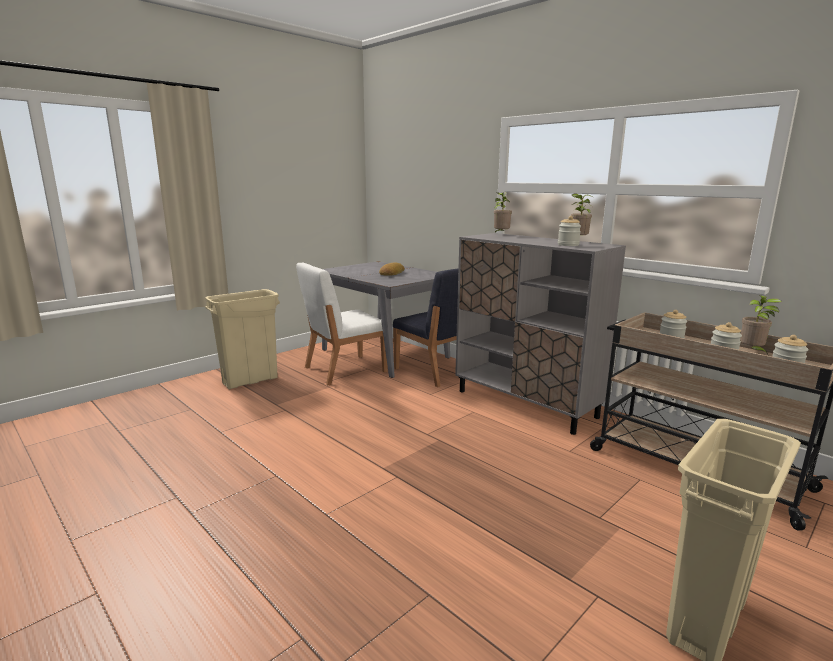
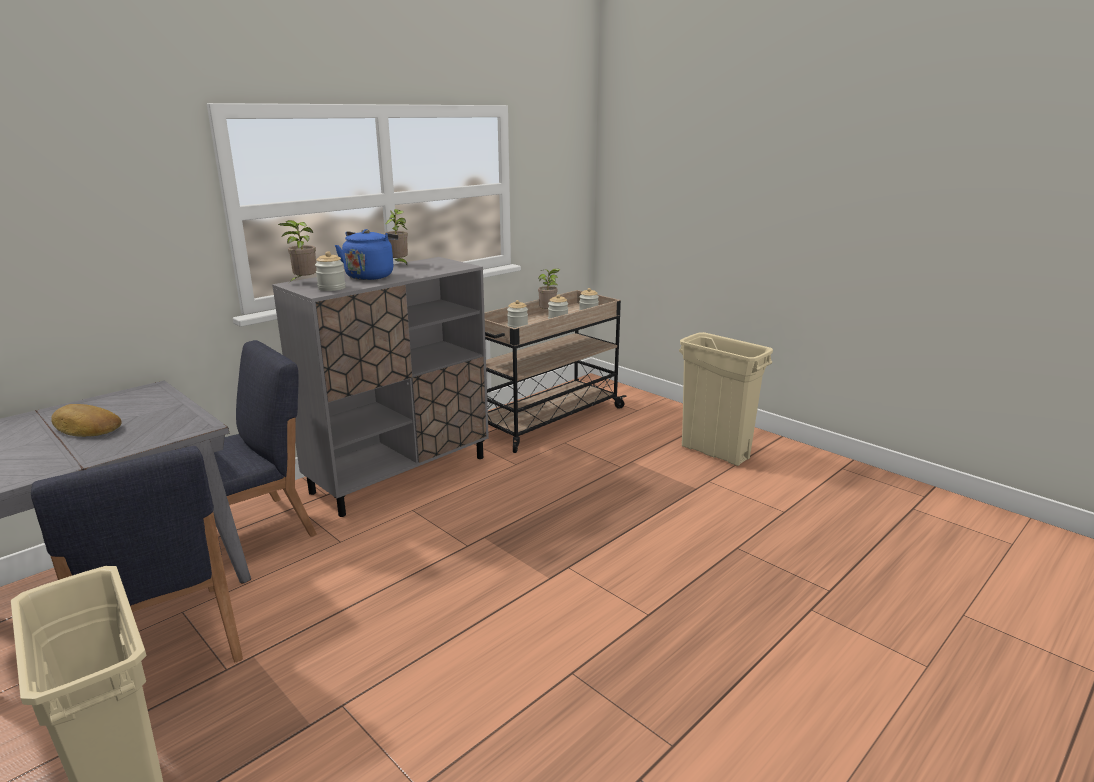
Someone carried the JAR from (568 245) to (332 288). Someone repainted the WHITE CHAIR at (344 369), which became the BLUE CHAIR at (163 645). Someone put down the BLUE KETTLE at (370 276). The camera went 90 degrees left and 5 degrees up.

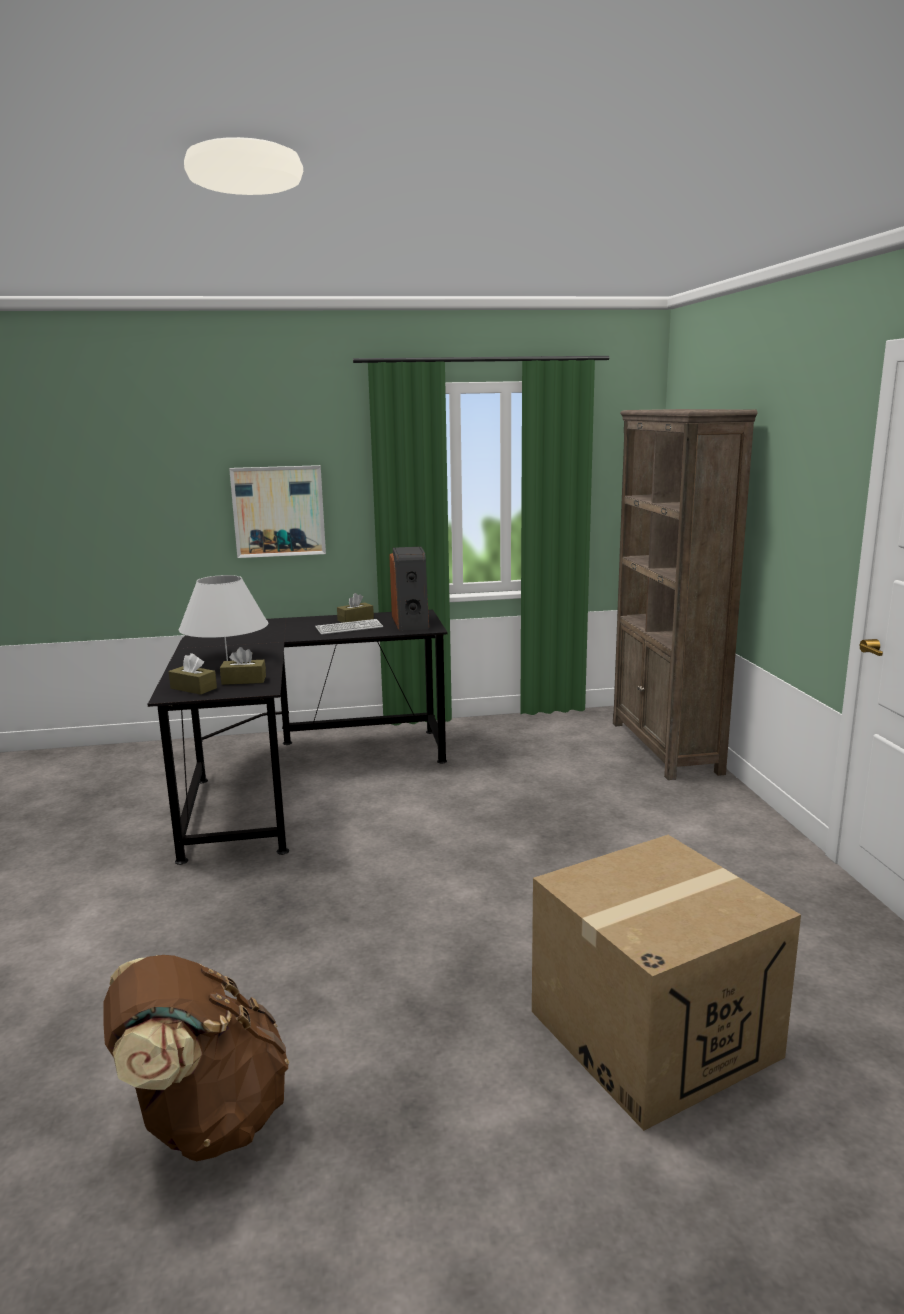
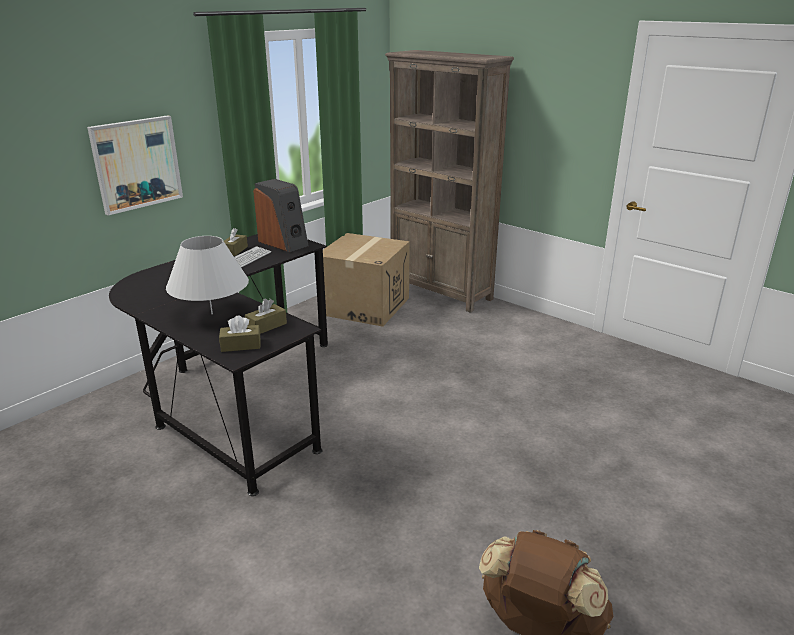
Someone carried the CARDBOARD BOX from (653 1033) to (364 306). The camera went 40 degrees left and 10 degrees up.

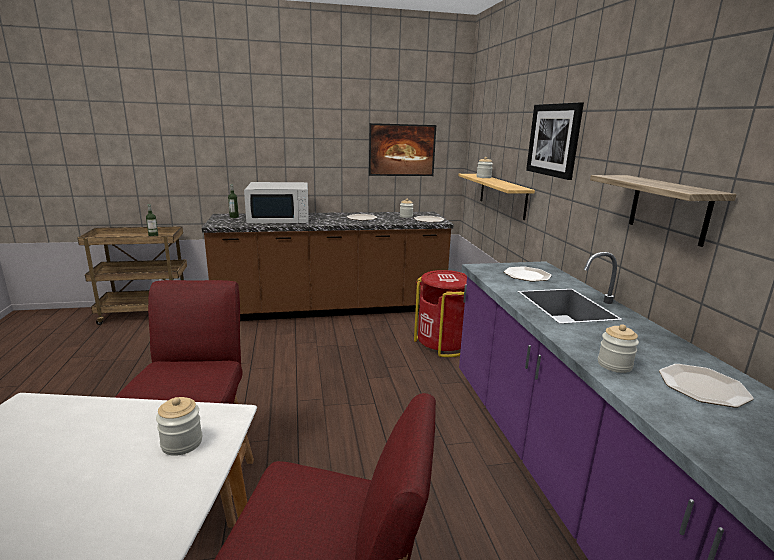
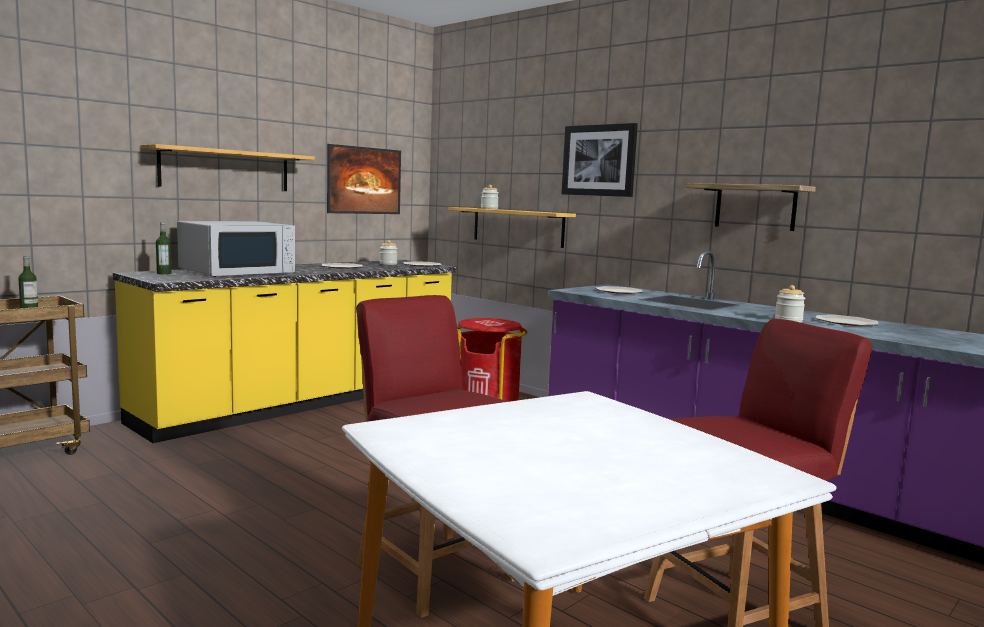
Someone repainted the BROWN COUNTER at (332 309), which became the YELLOW COUNTER at (305 402). Someone took away the JAR at (182 443). Someone put up the SHELF at (225 170). The camera went 35 degrees left and 10 degrees down.

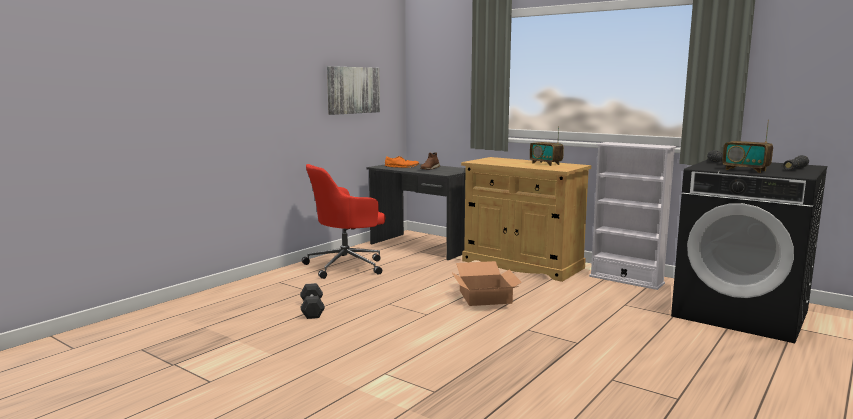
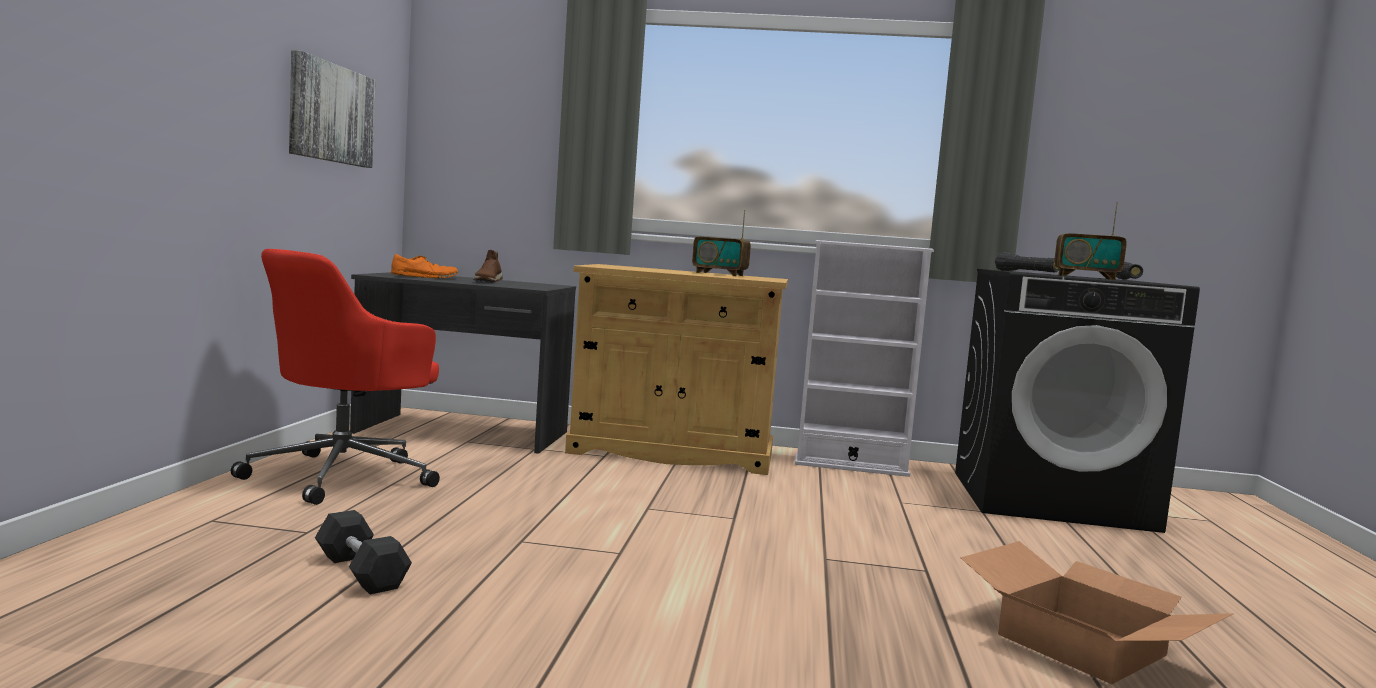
Someone carried the CARDBOARD BOX from (486 297) to (1084 645). The camera went 30 degrees left and 5 degrees down.

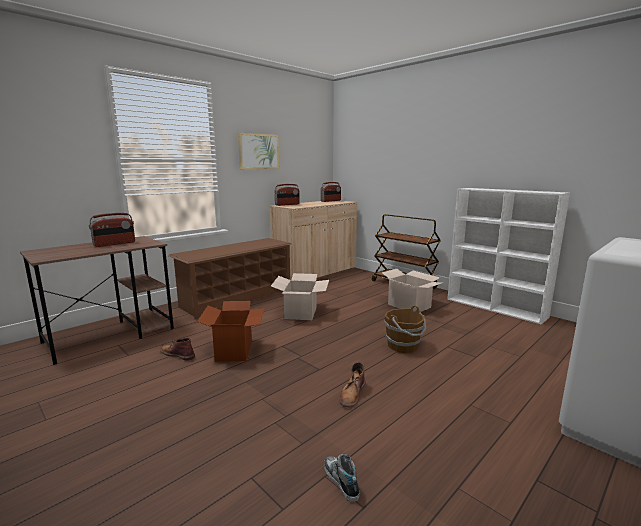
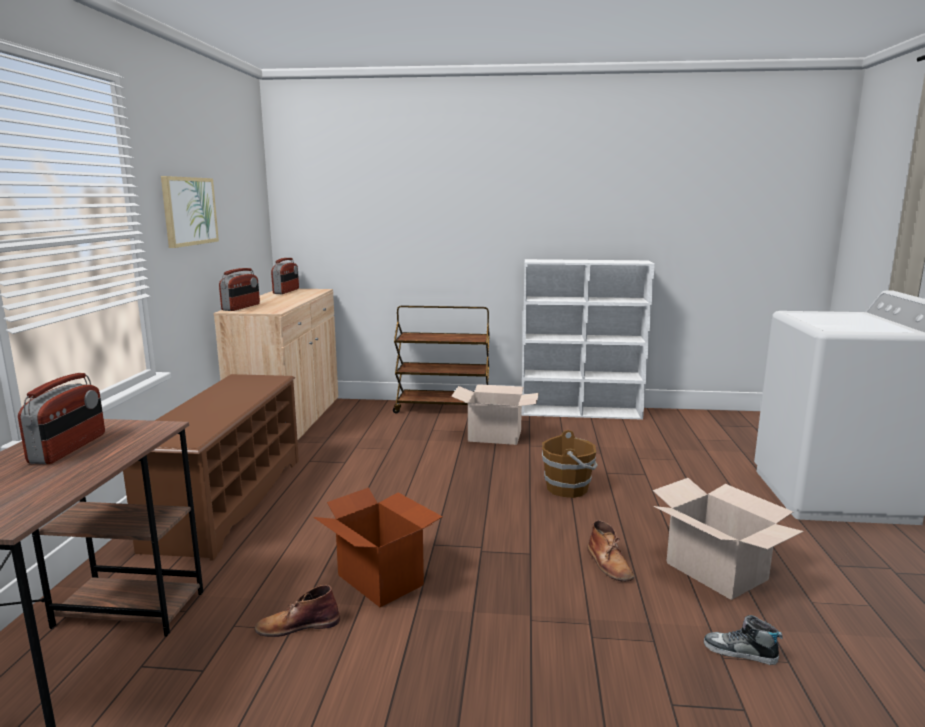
Someone carried the CARDBOARD BOX from (300 312) to (715 571). The camera went 40 degrees left and 0 degrees up.

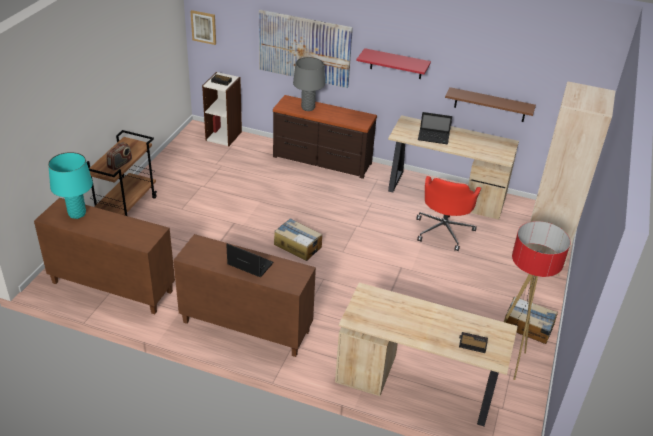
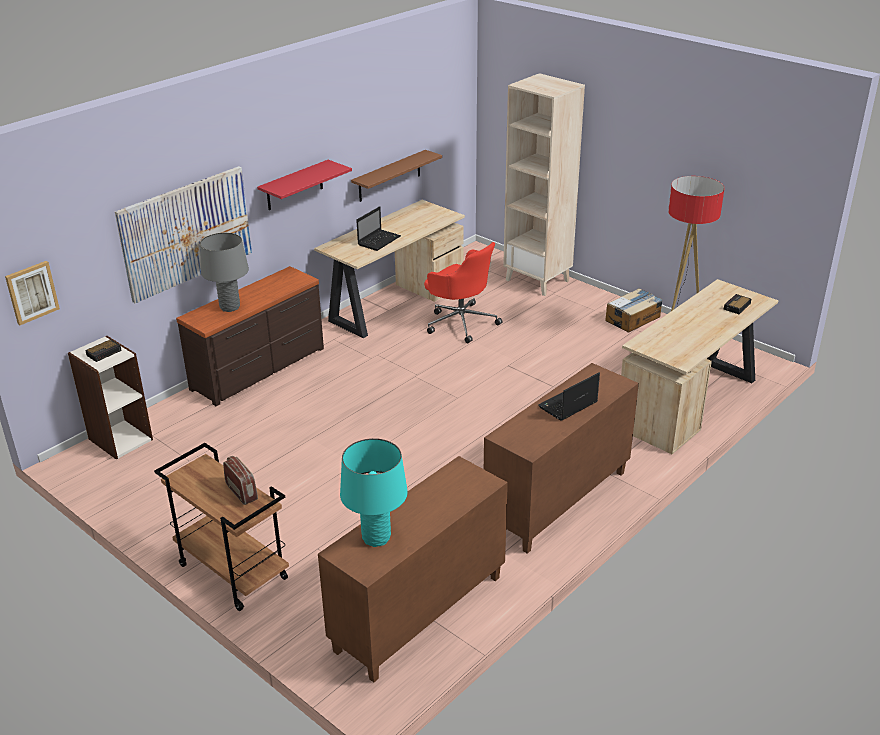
Someone took away the CARDBOARD BOX at (297 245). The camera went 65 degrees left and 5 degrees down.

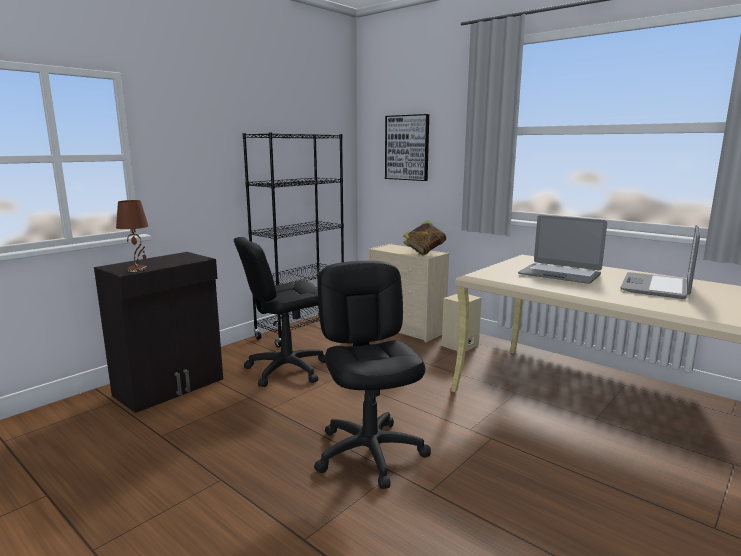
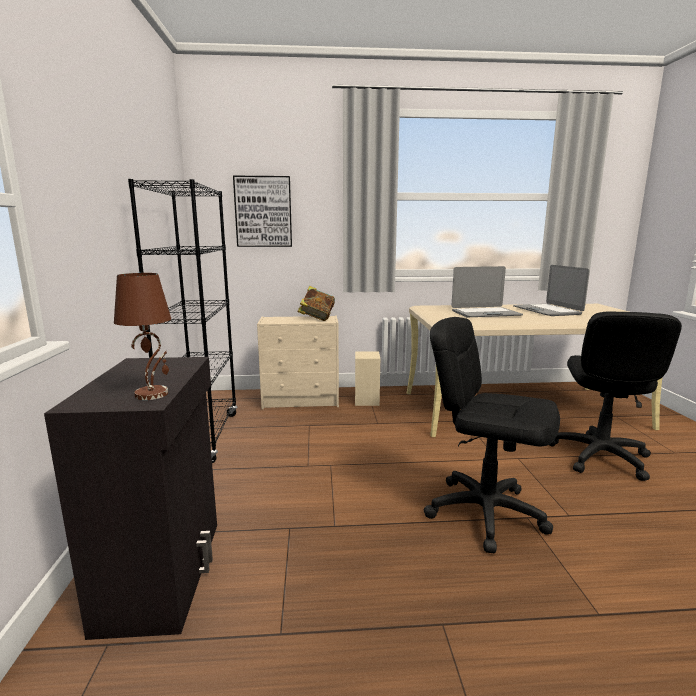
Someone carried the BLACK OFFICE CHAIR from (286 369) to (599 456). The camera went 45 degrees left and 0 degrees up.

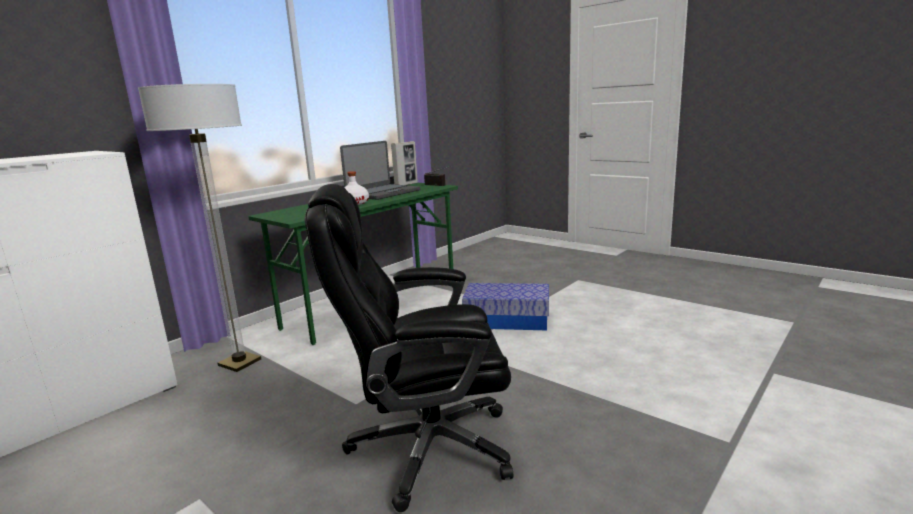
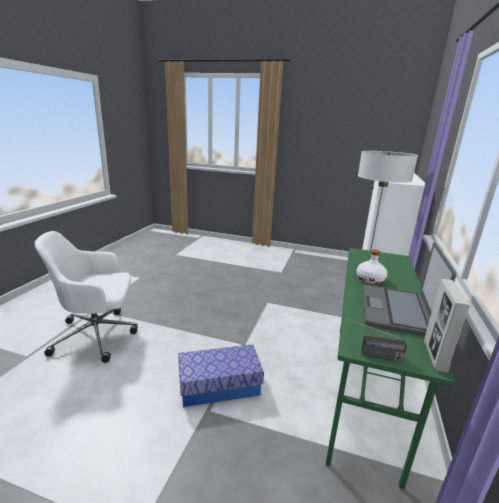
Someone took away the BLACK OFFICE CHAIR at (427 447). Someone put down the WHITE OFFICE CHAIR at (98 335). The camera went 155 degrees right and 5 degrees up.

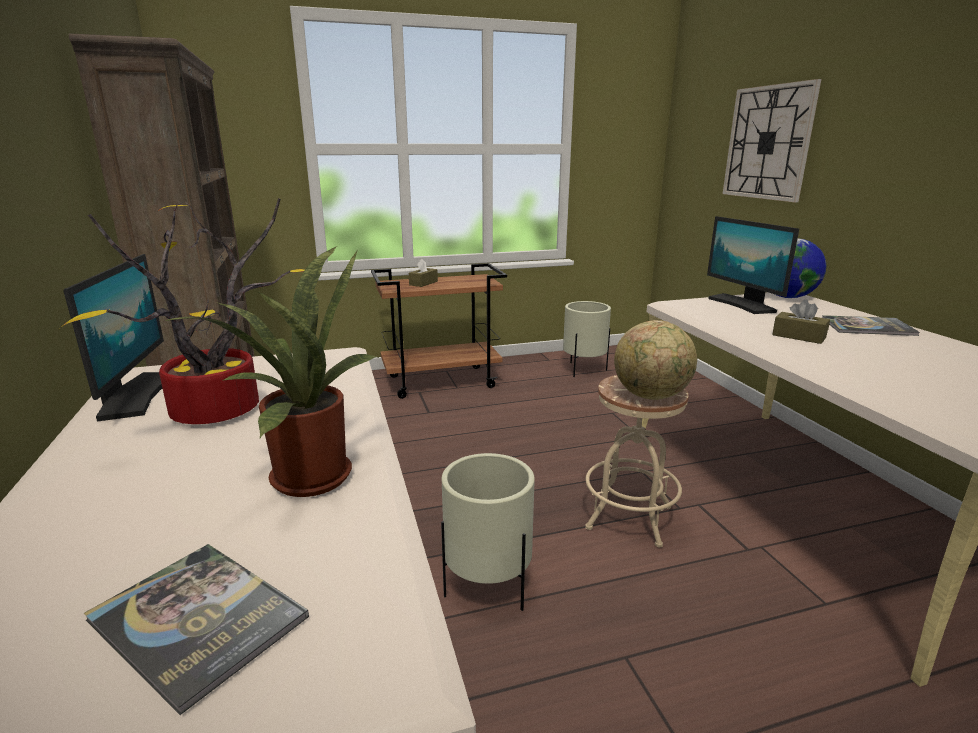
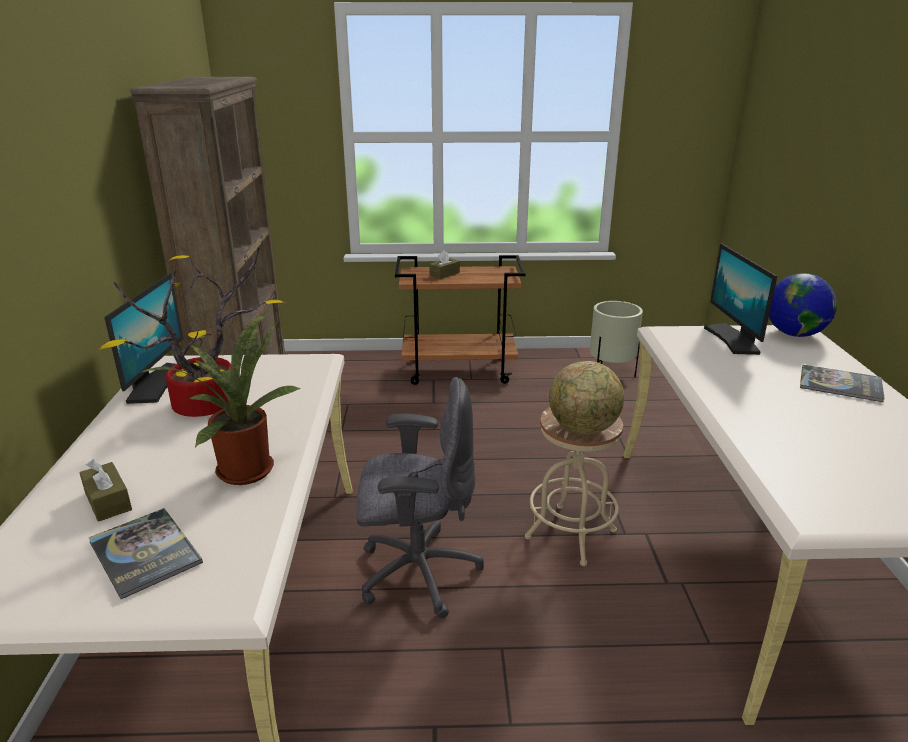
Someone took away the WALL CLOCK at (768 143). Someone carried the BROWN TISSUE BOX from (798 336) to (108 501). Someone swapped the BEIGE PLANTER at (488 587) for the GREY OFFICE CHAIR at (417 572). The camera went 15 degrees right and 5 degrees up.

